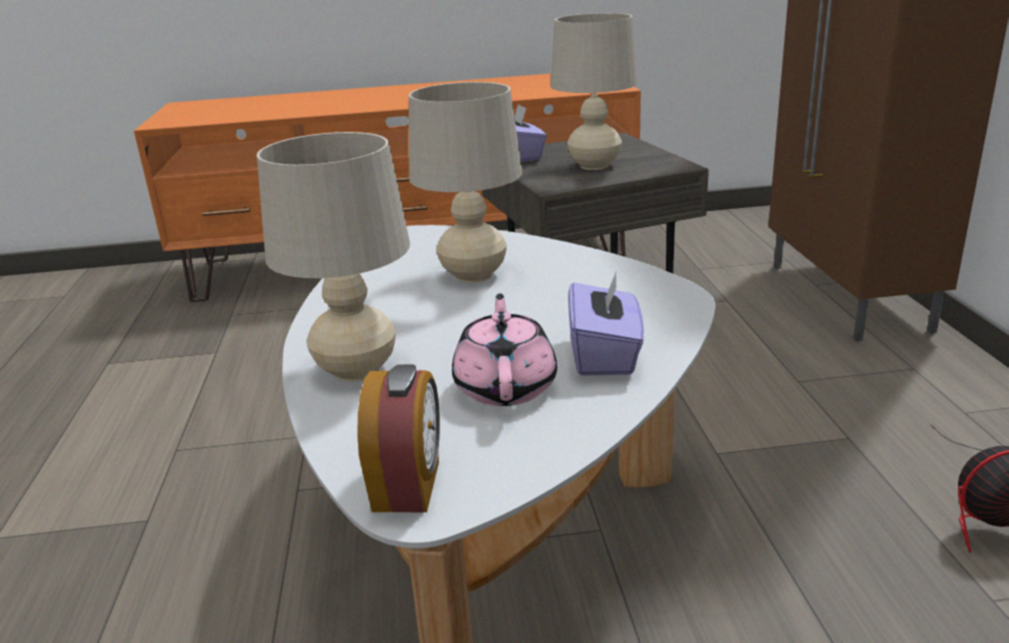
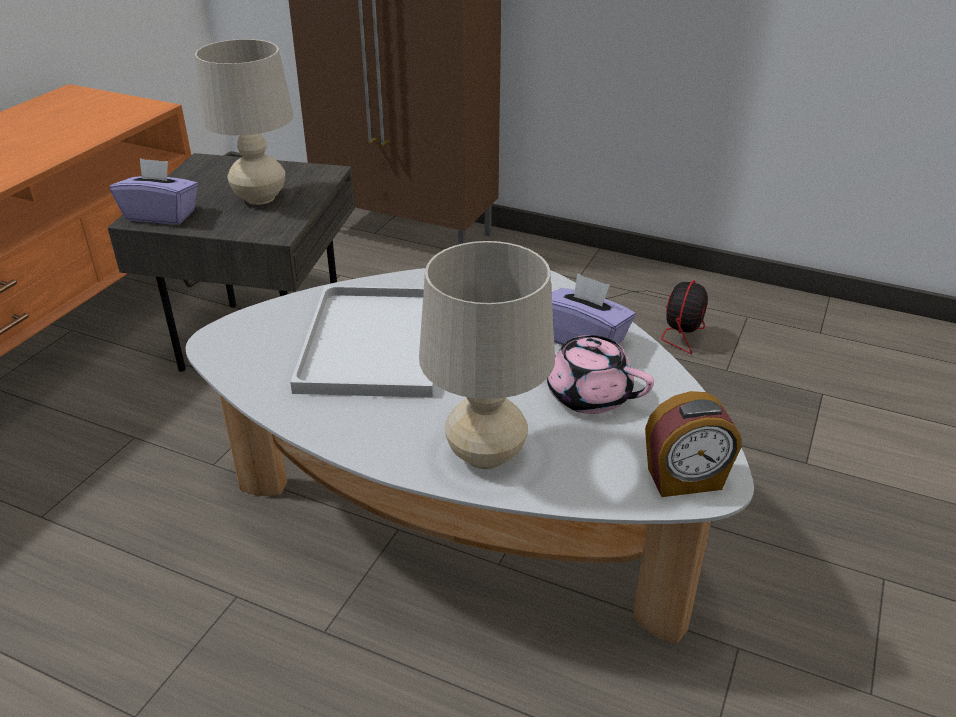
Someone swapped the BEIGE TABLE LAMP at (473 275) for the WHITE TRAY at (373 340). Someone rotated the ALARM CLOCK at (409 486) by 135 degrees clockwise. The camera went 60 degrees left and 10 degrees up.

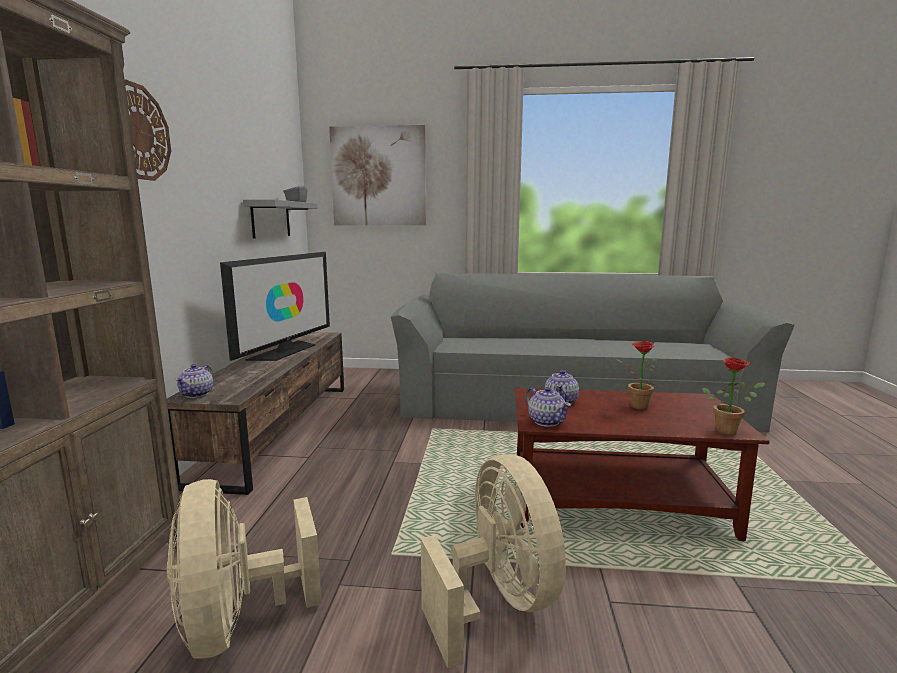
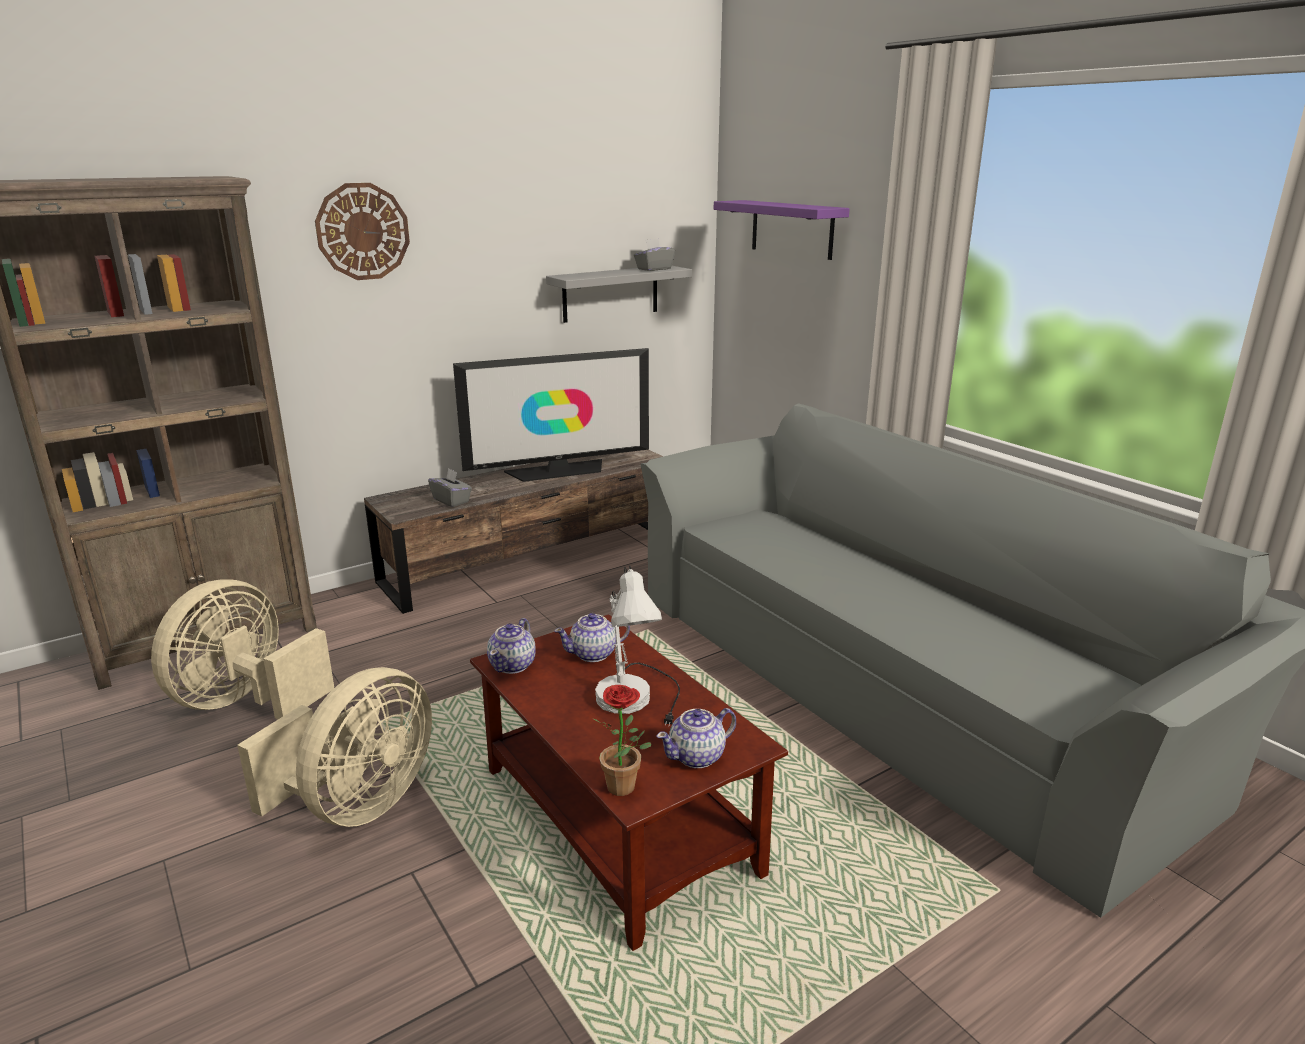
Someone swapped the PICTURE at (378 176) for the PURPLE SHELF at (792 229). Someone swapped the POTTED PLANT at (634 406) for the WHITE TABLE LAMP at (640 703). Someone carried the TEAPOT from (197 394) to (697 756). Someone put down the GREY TISSUE BOX at (451 500). The camera went 50 degrees right and 10 degrees up.

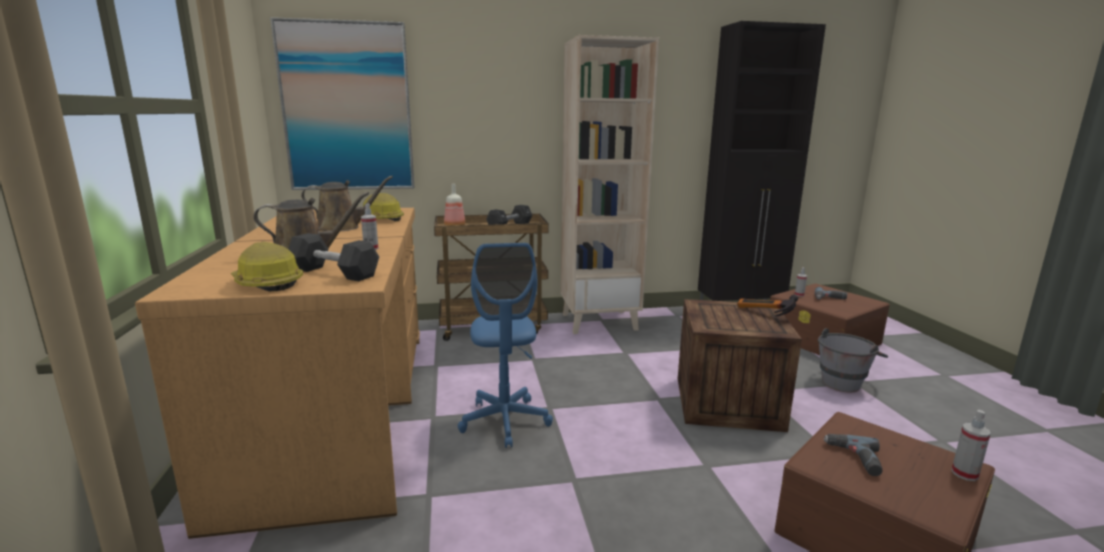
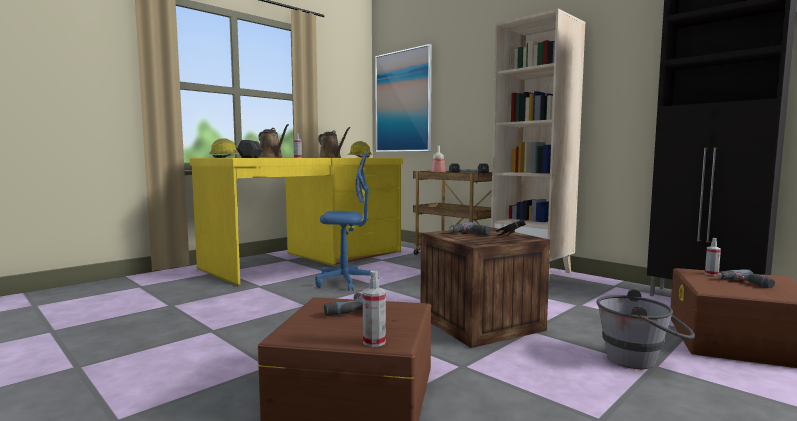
Someone repainted the BROWN DESK at (341 411), which became the YELLOW DESK at (308 260). Someone rotated the BLUE OFFICE CHAIR at (505 421) by 135 degrees counterclockwise. Someone put down the POWER DRILL at (470 233). The camera went 55 degrees right and 10 degrees down.

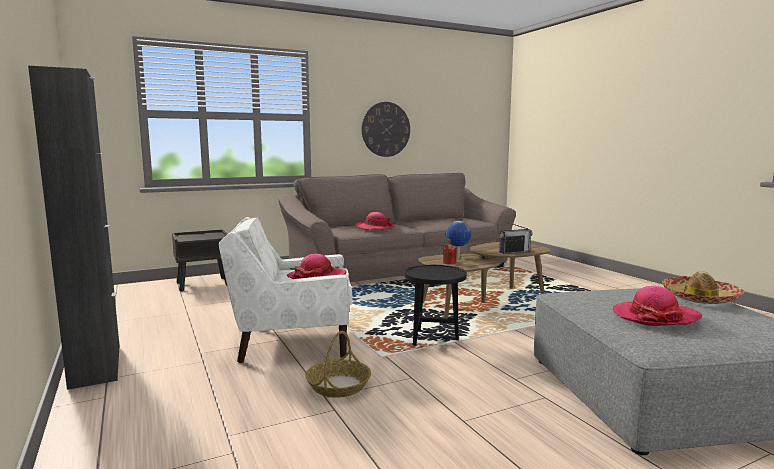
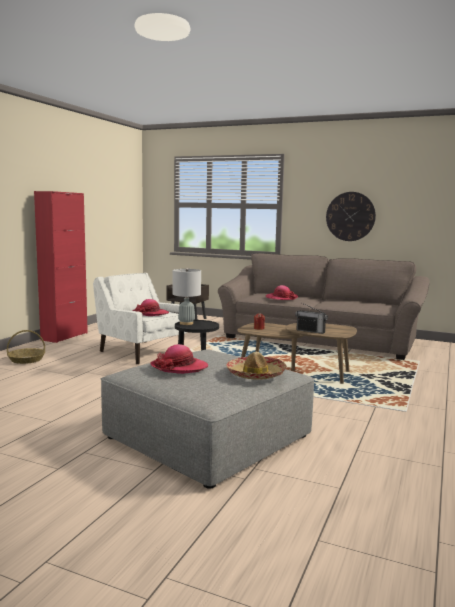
Someone repainted the BLACK CABINET at (95 366), which became the RED CABINET at (64 336). Someone took away the GLOBE at (457 258). Someone carried the BASKET from (338 385) to (27 360). Someone put down the GREY TABLE LAMP at (186 323). The camera went 50 degrees right and 0 degrees up.

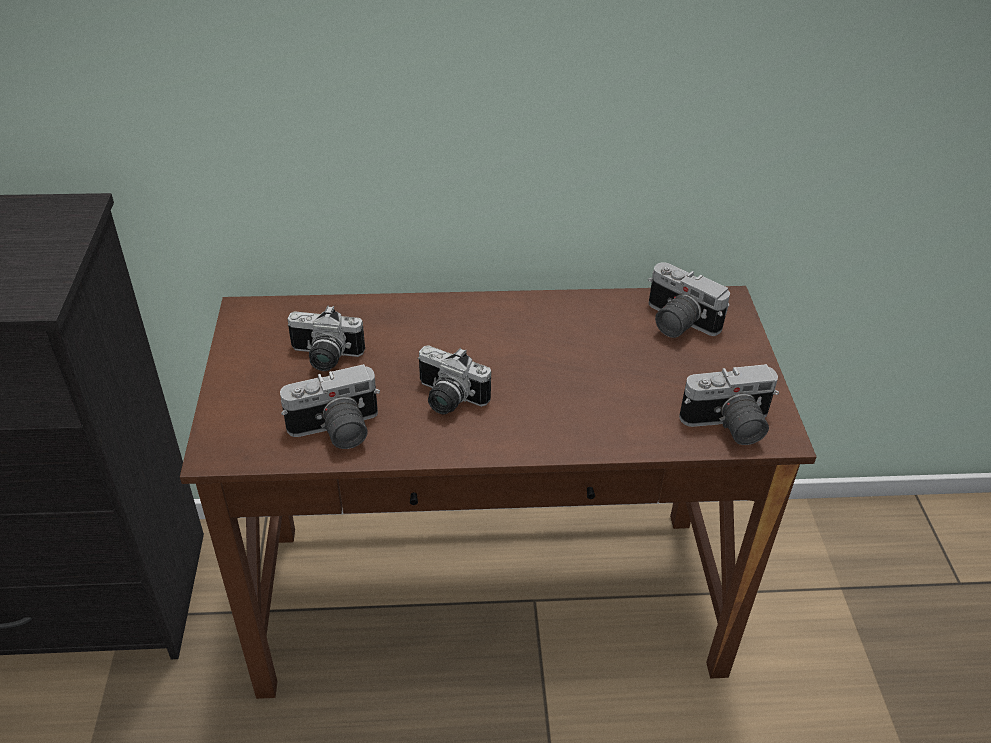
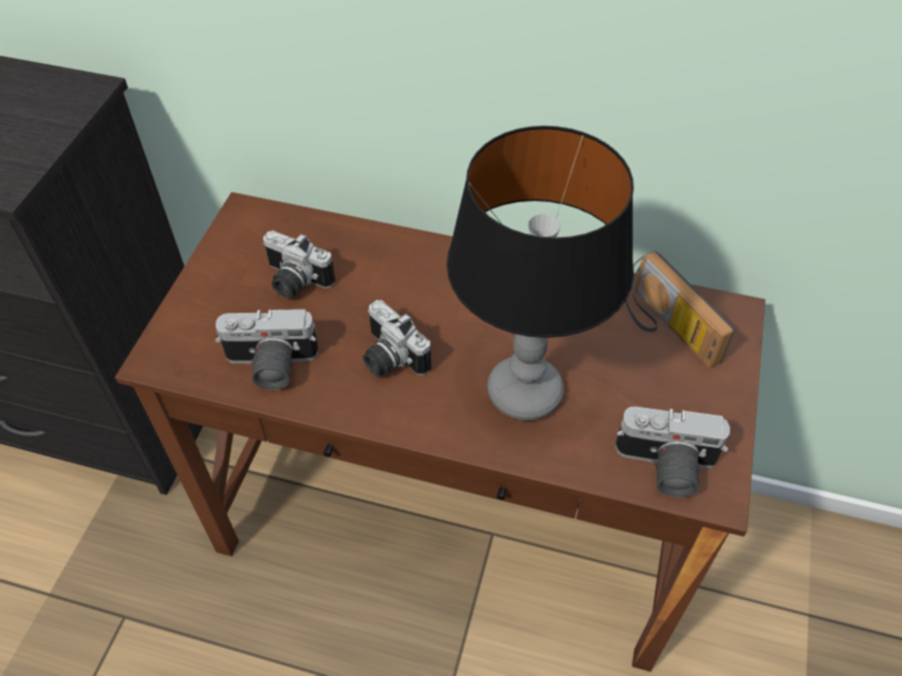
Someone swapped the PHOTO CAMERA at (676 323) for the RADIO at (664 327). Someone put down the TABLE LAMP at (525 392). The camera went 20 degrees right and 10 degrees up.

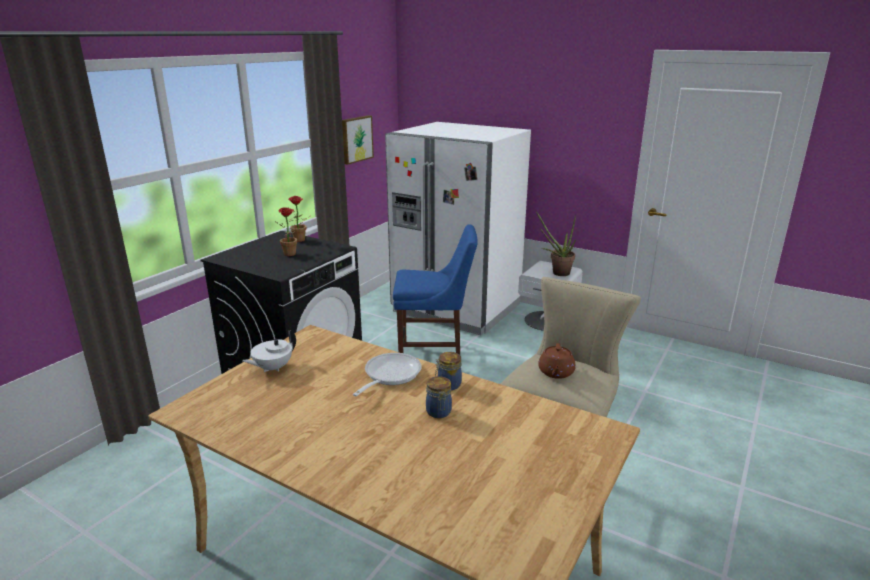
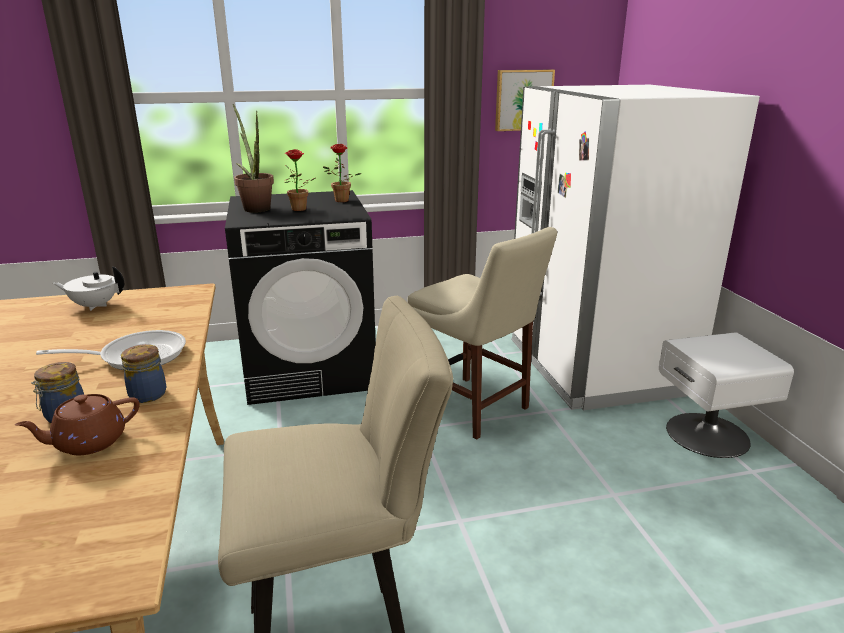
Someone carried the POTTED PLANT from (557 272) to (255 208). Someone repainted the BLUE CHAIR at (434 357), which became the BEIGE CHAIR at (474 409). Someone carried the BROWN TEAPOT from (556 372) to (88 442). The camera went 45 degrees right and 0 degrees up.

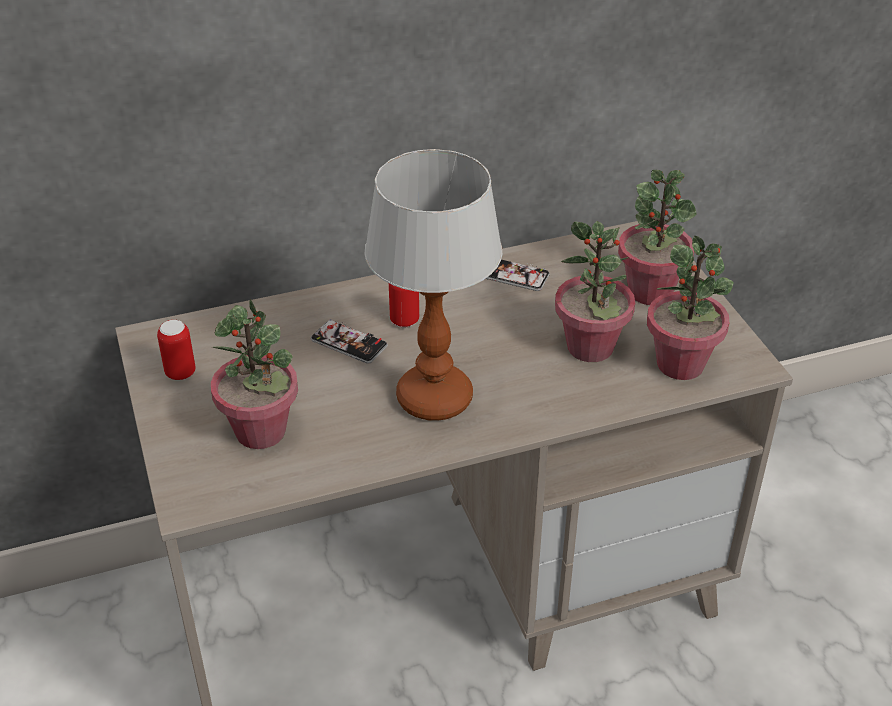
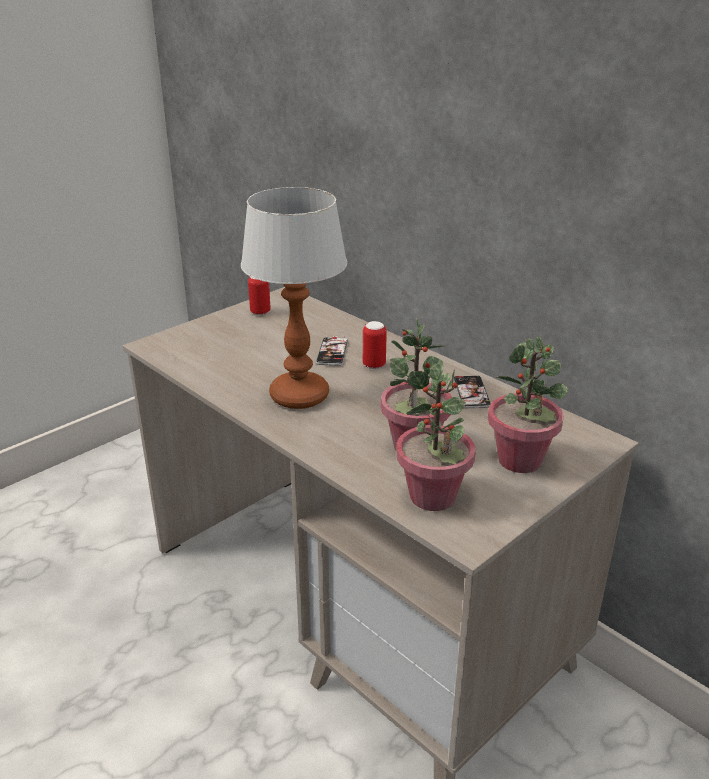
Someone took away the POTTED PLANT at (261 431). The camera went 65 degrees right and 10 degrees down.

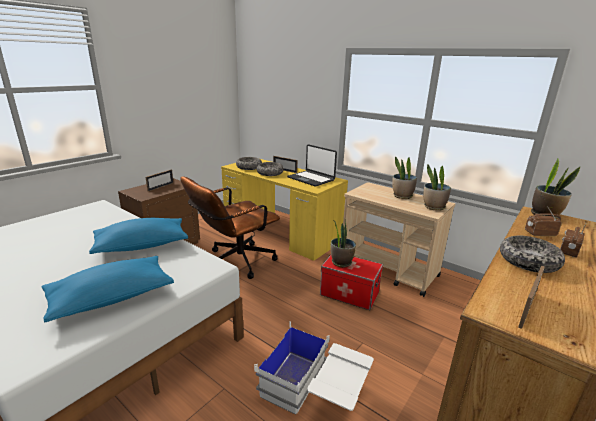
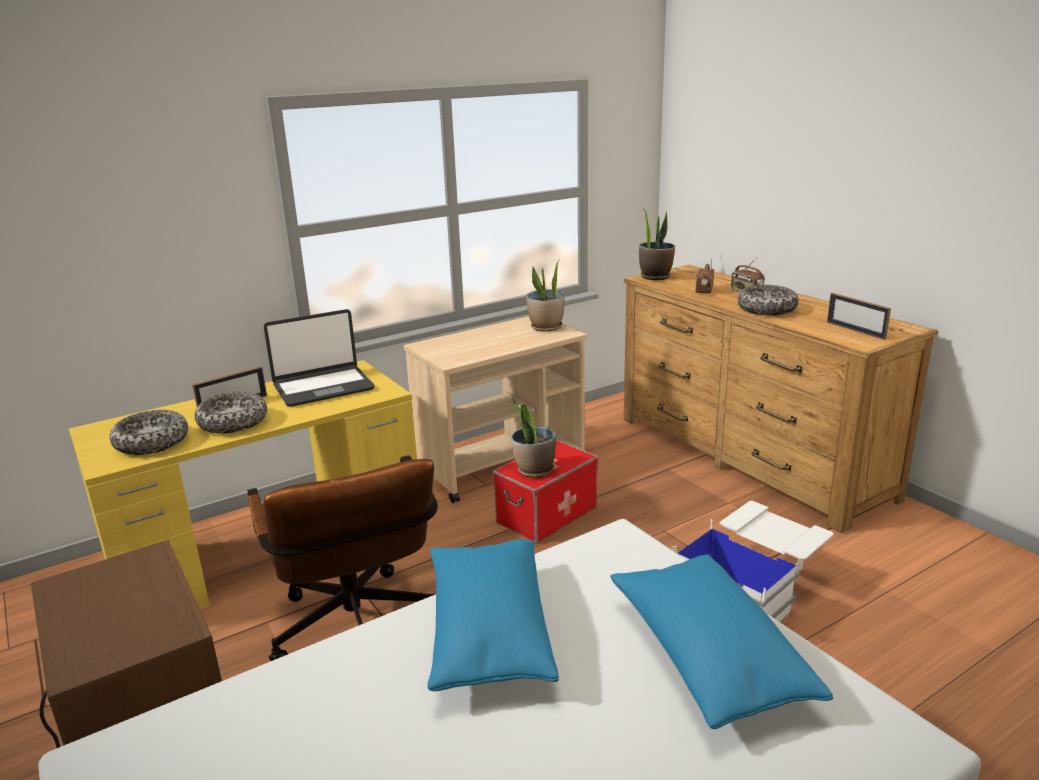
Someone took away the POTTED PLANT at (402 196). Someone took away the PICTURE FRAME at (161 187). The camera went 70 degrees left and 0 degrees up.

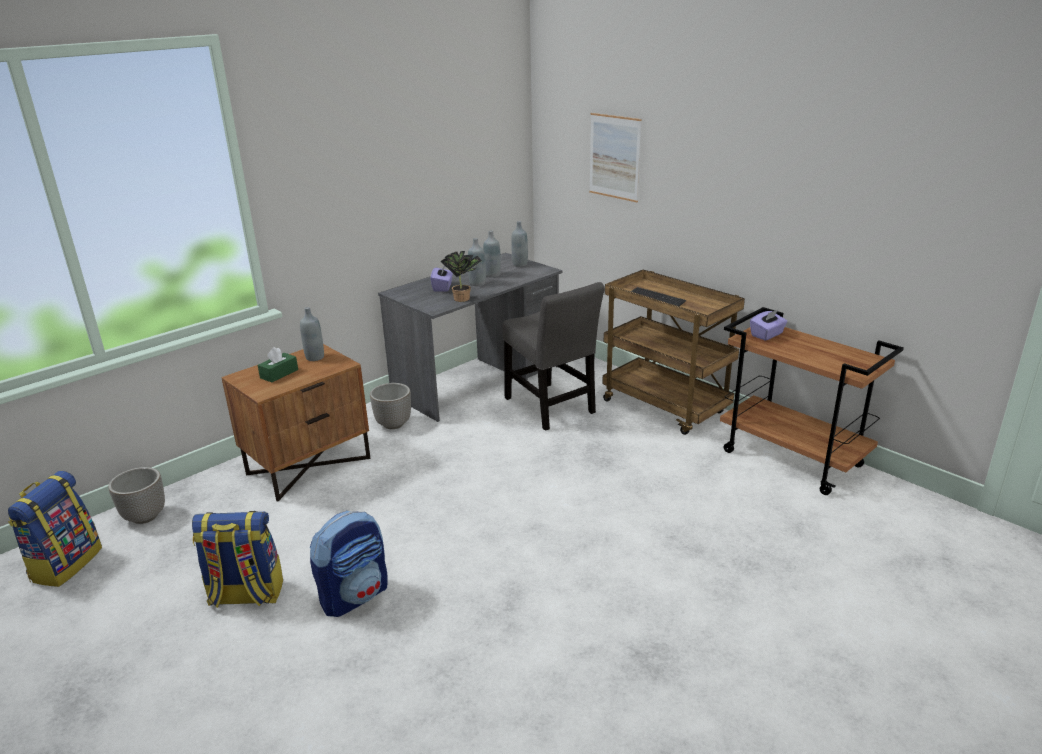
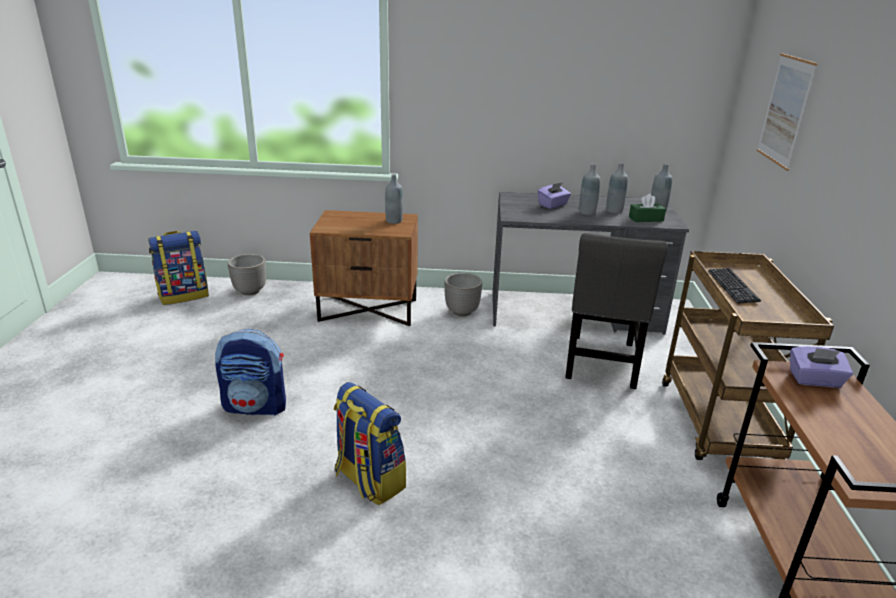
Someone took away the POTTED PLANT at (463 298). Someone carried the GREEN TISSUE BOX from (279 374) to (646 219). Someone carried the BACKPACK from (245 595) to (368 480). The camera went 45 degrees right and 0 degrees up.

